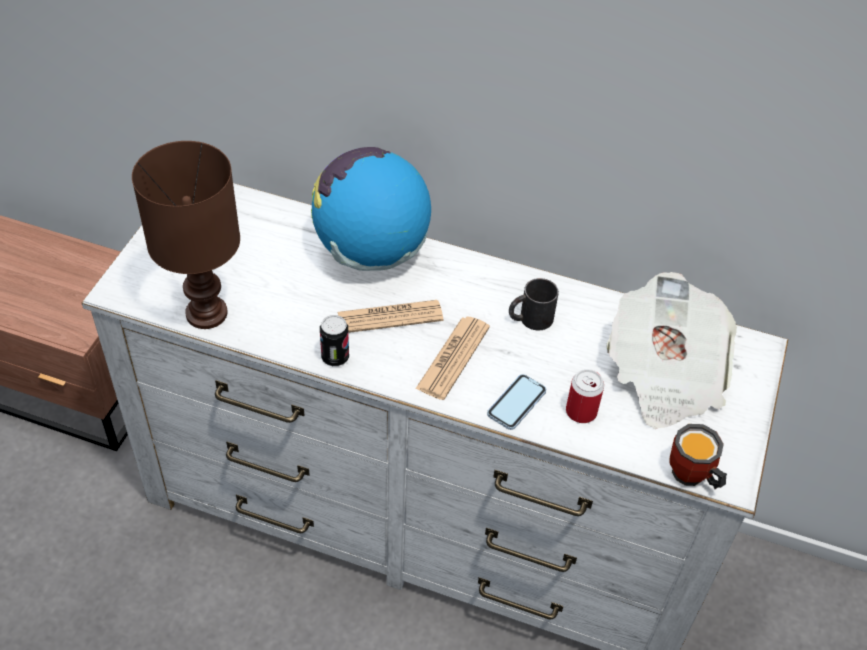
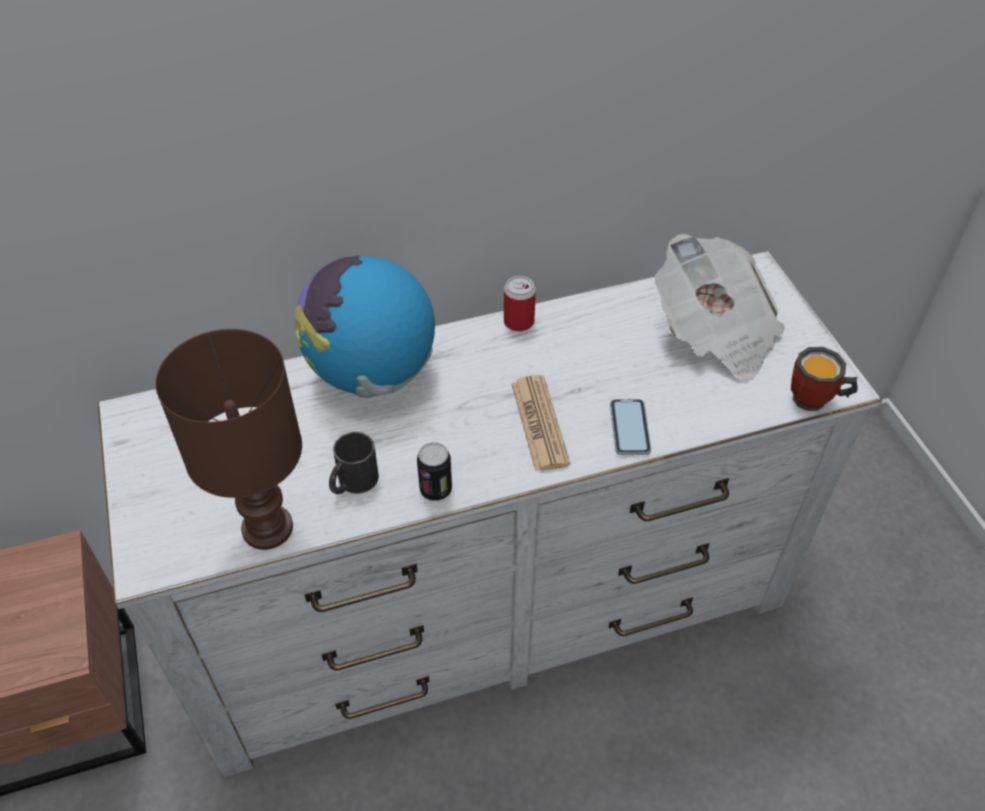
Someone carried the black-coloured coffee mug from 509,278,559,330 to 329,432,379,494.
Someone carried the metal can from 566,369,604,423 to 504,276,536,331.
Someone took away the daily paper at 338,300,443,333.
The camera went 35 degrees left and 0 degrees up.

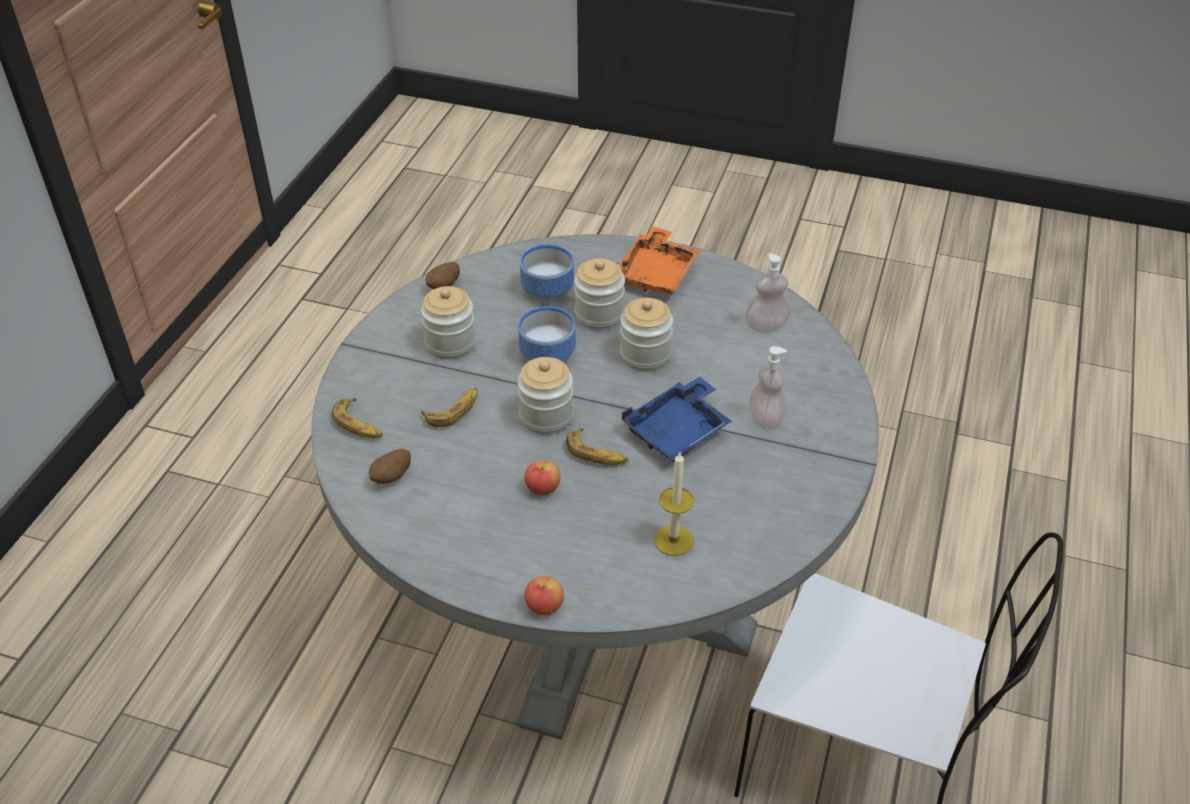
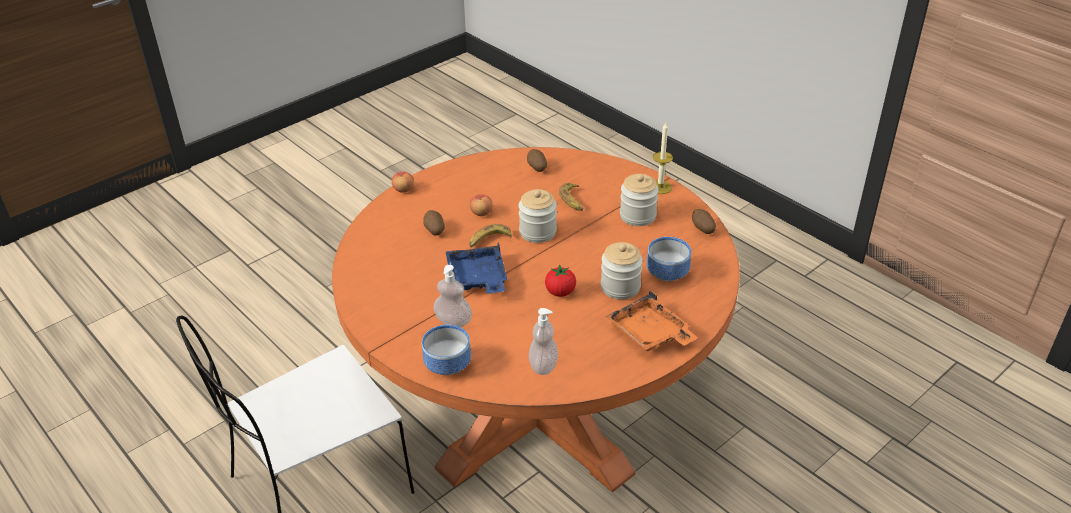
Someone repainted the gray dining table at 311,234,879,740, which became the orange-coloured dining table at 332,147,740,492.
Someone carried the deep dish from 518,306,576,361 to 422,325,471,375.
Someone put down the spud at 423,210,445,236.
Someone swapped the jar at 620,298,673,371 for the tomato at 545,264,576,297.
Someone carried the wax candle from 654,452,694,556 to 653,123,673,194.
Someone took away the banana at 332,398,383,438.
The camera went 120 degrees right and 5 degrees down.

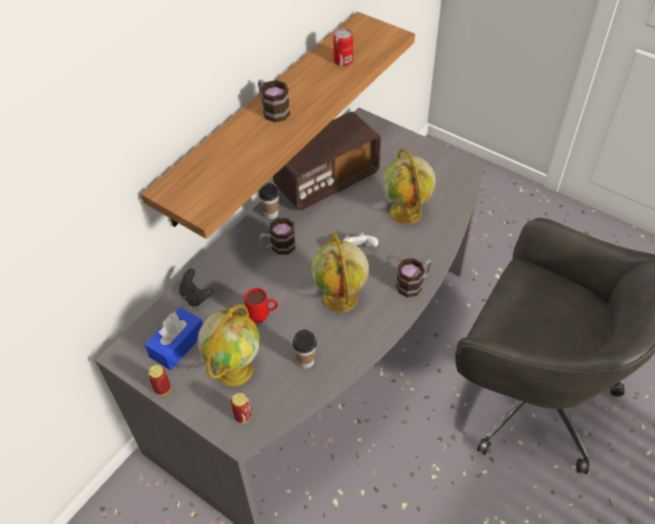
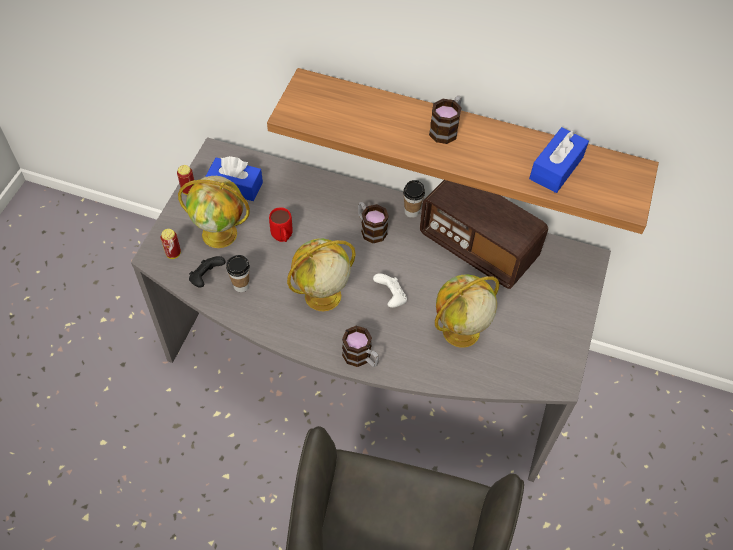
Someone carried the black-coloured gamepad from 179,269,213,306 to 189,256,225,288.
Someone swapped the metal can at 333,28,353,66 for the bluish tissue box at 529,127,589,193.
The camera went 70 degrees right and 5 degrees up.

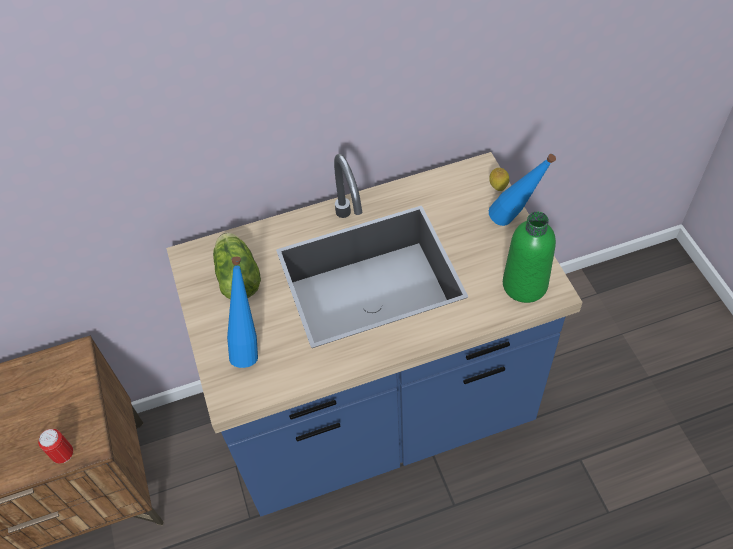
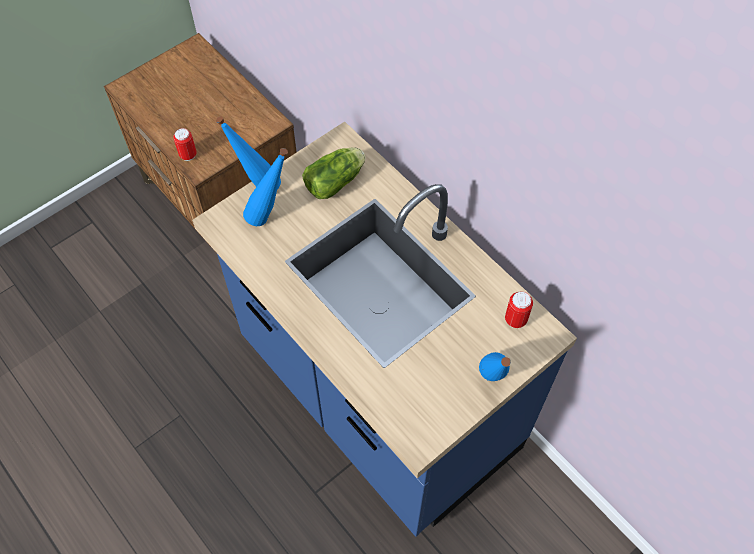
Someone put down the bluish beverage bottle at 216,116,281,190.
Someone put down the metal can at 505,291,533,328.
Someone took away the citrus fruit at 489,168,509,191.
Someone took away the green-coloured beverage bottle at 503,212,556,303.
The camera went 65 degrees right and 5 degrees up.

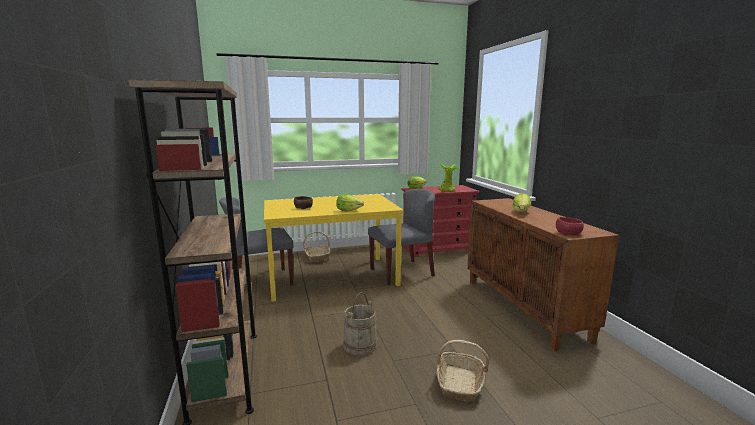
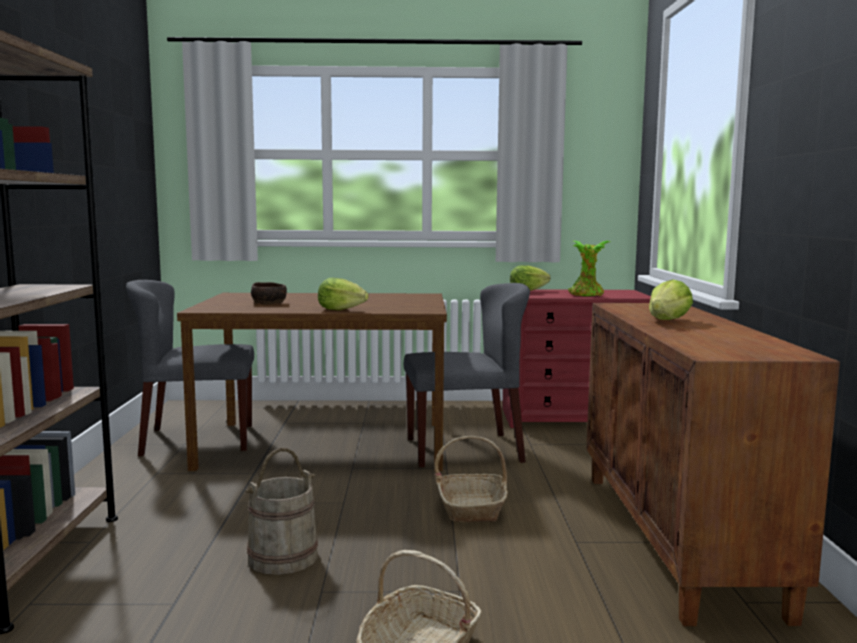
Someone repainted the yellowish dining table at 264,194,403,302, which became the brown dining table at 177,293,447,471.
Someone carried the household basket from 303,232,331,262 to 434,436,508,522.
Someone took away the red-coloured deep dish at 556,217,584,236.
The camera went 15 degrees right and 5 degrees down.

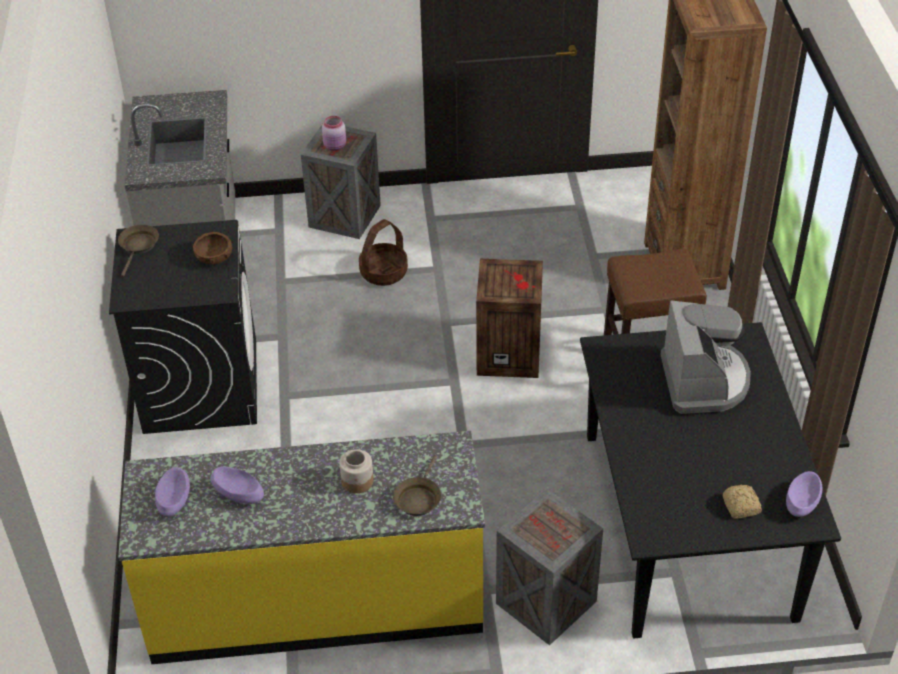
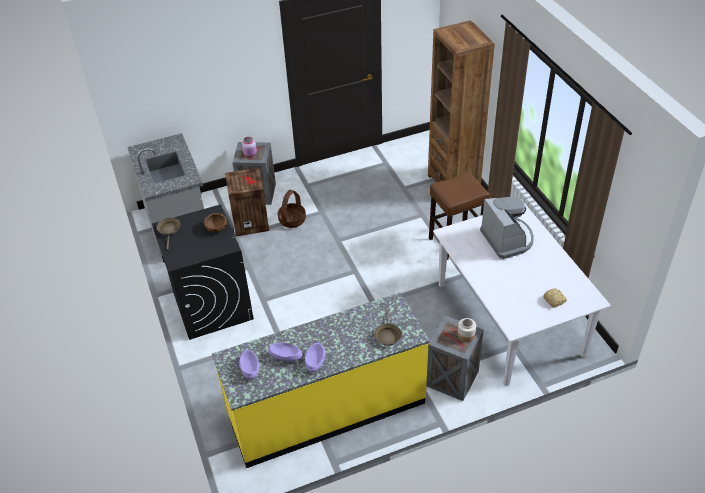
Someone carried the crate from 476,259,543,378 to 225,168,269,236.
Someone carried the purplish deep dish from 786,471,822,517 to 305,343,325,372.
Someone repainted the black-coloured dining table at 580,322,841,639, which became the whitish dining table at 433,203,611,386.
Someone carried the jar from 339,449,374,493 to 457,318,476,342.
The camera went 15 degrees left and 0 degrees up.

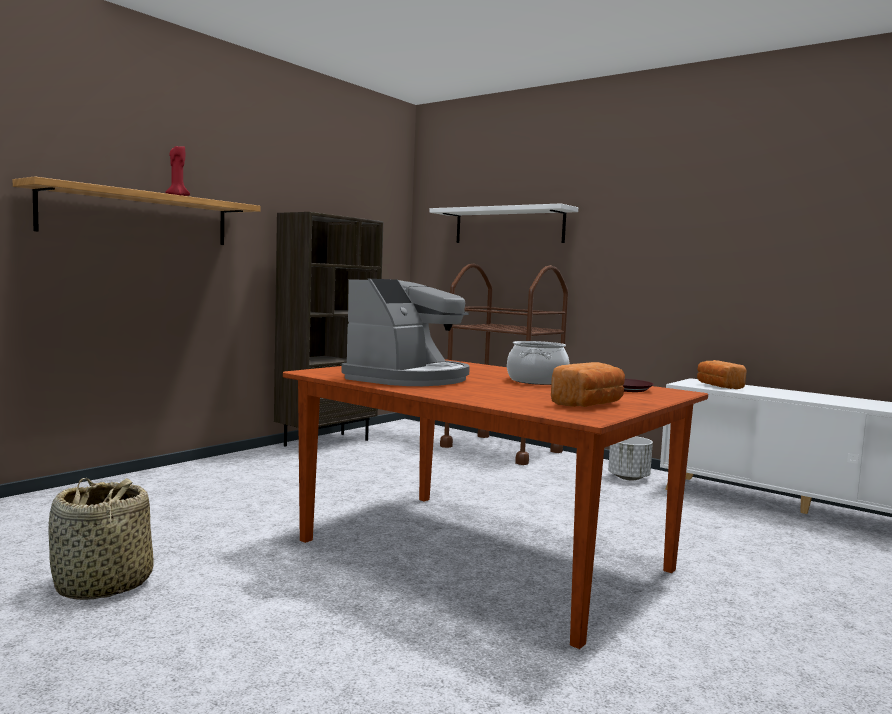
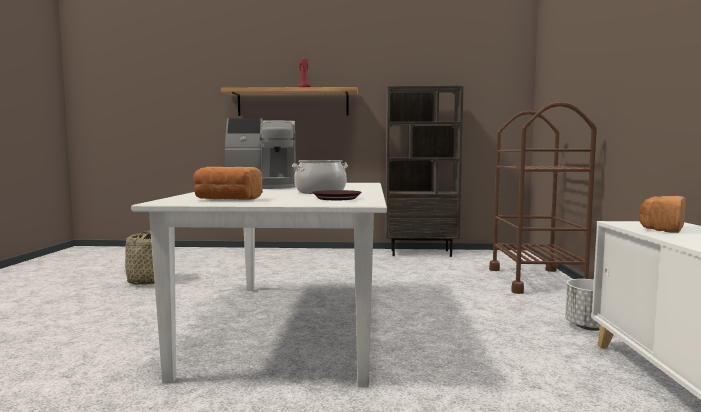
Someone repainted the brown dining table at 283,359,708,649, which became the whitish dining table at 131,183,387,388.
Someone took away the whitish bracket shelf at 429,203,578,243.
The camera went 55 degrees right and 0 degrees up.

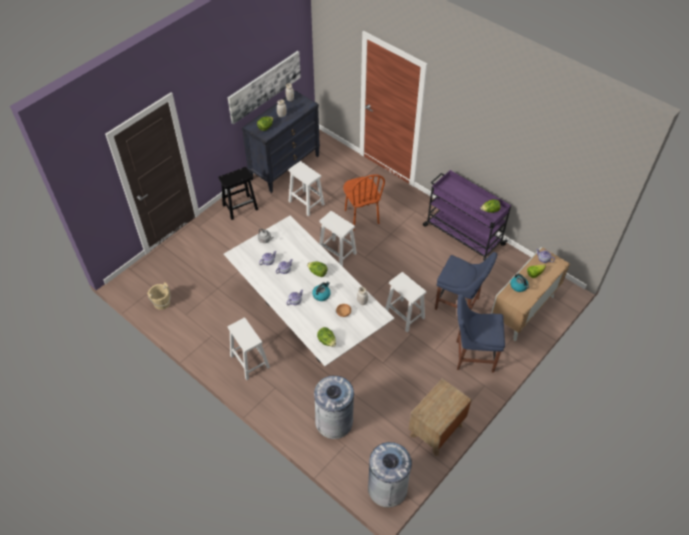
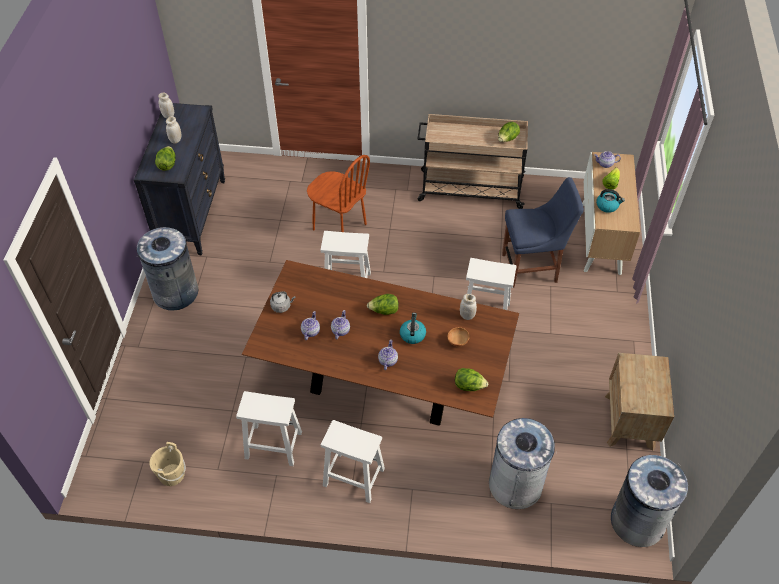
Someone swapped the black-coloured stool at 218,167,258,220 for the gray rubbish bin at 137,227,199,310.
Someone carried the whitish stool from 288,161,325,216 to 236,391,302,466.
Someone repainted the whitish dining table at 224,215,395,366, which became the brown dining table at 242,260,519,426.
Someone repainted the purplish trolley at 423,170,511,261, which became the sand-coloured trolley at 417,114,528,209.
Someone took away the picture at 228,51,301,124.
Someone took away the bluish upright chair at 456,294,505,373.
The camera went 35 degrees left and 0 degrees up.

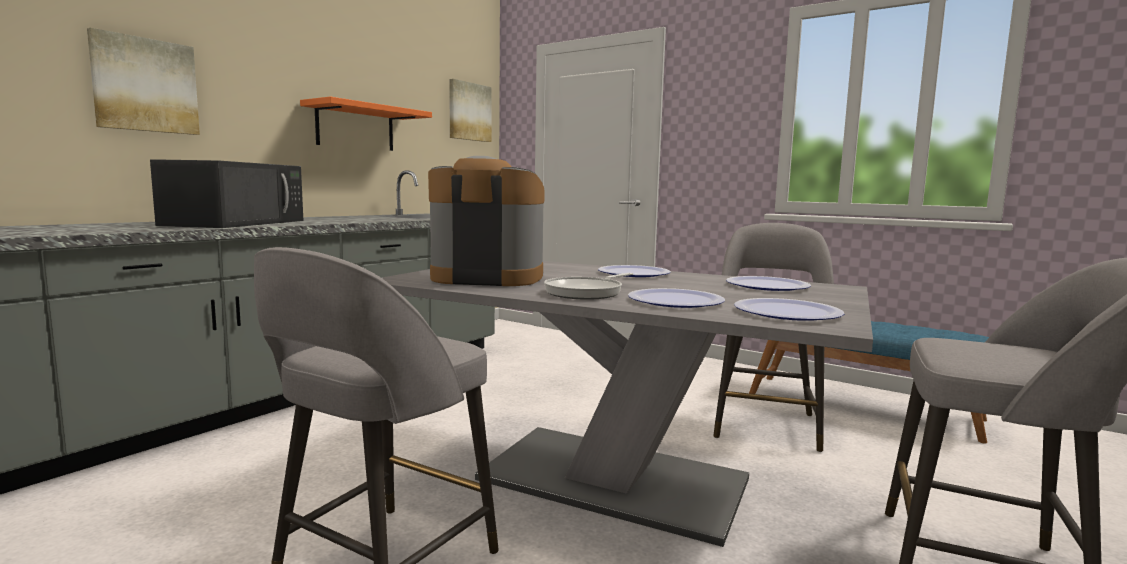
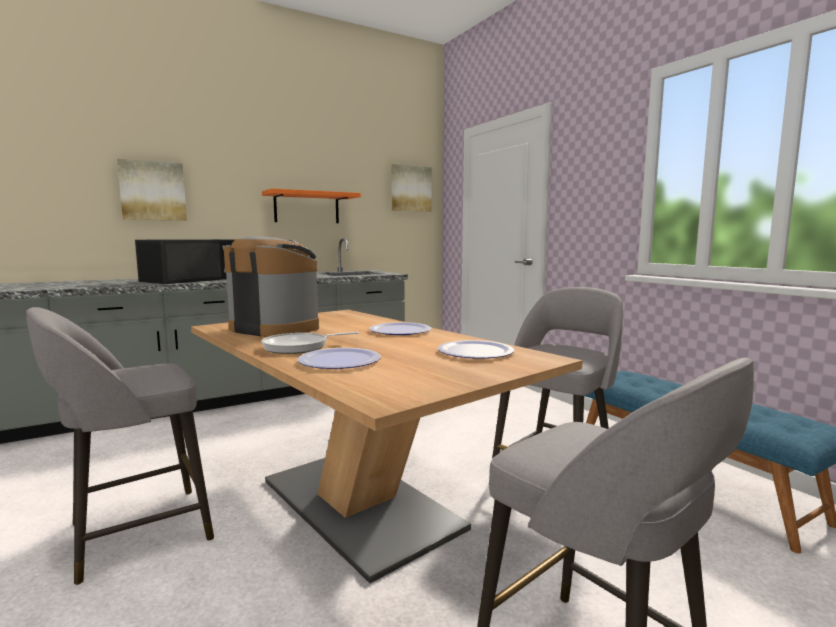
Someone repainted the gray dining table at 382,261,873,547, which became the brown dining table at 191,310,583,583.
Someone took away the plate at 734,298,844,321.
The camera went 25 degrees right and 0 degrees up.

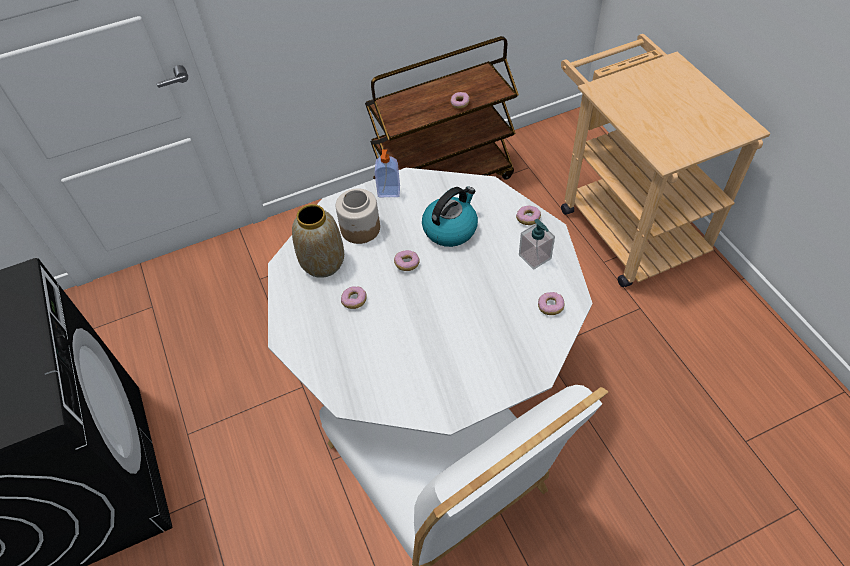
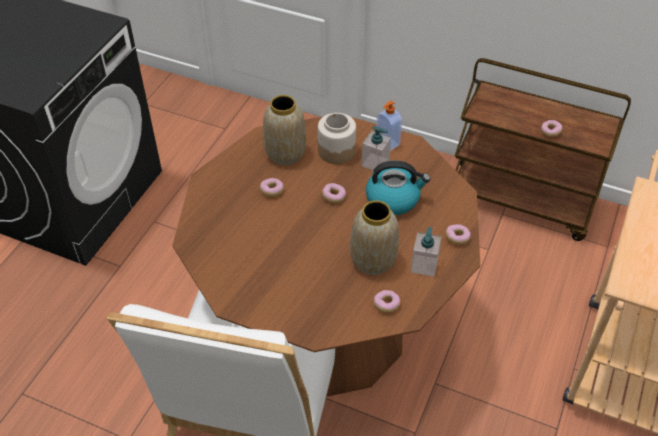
Someone repainted the whitish dining table at 268,168,592,436, which became the brown dining table at 172,117,480,397.
Someone put down the decorative vase at 350,200,399,275.
Someone put down the soap bottle at 362,126,391,170.
The camera went 45 degrees right and 5 degrees down.

